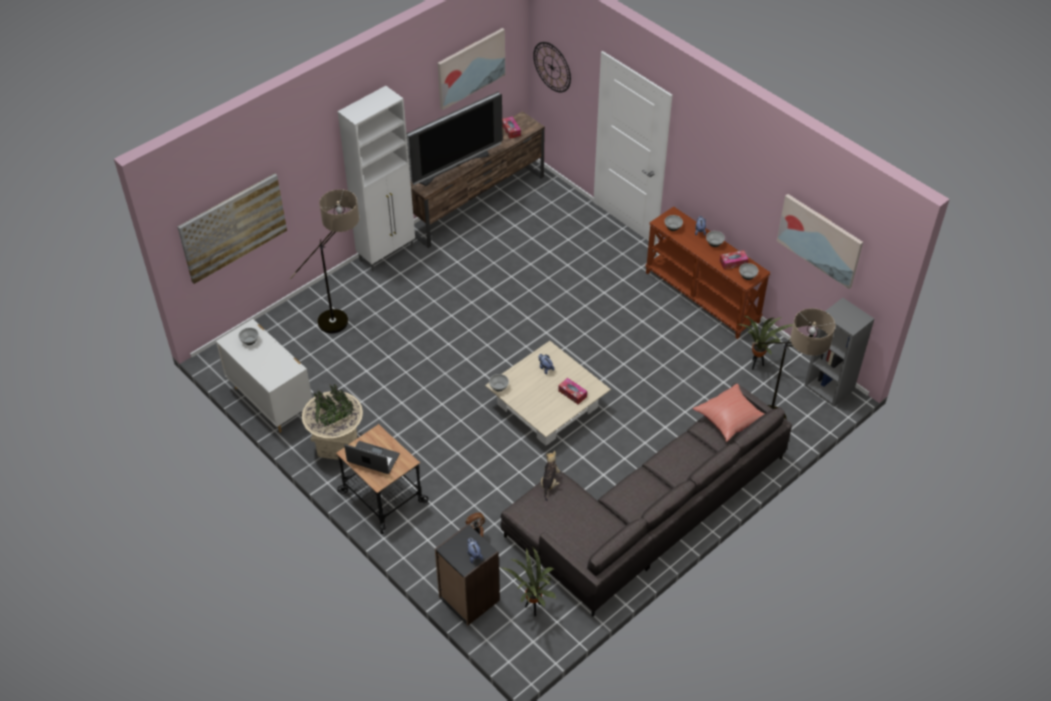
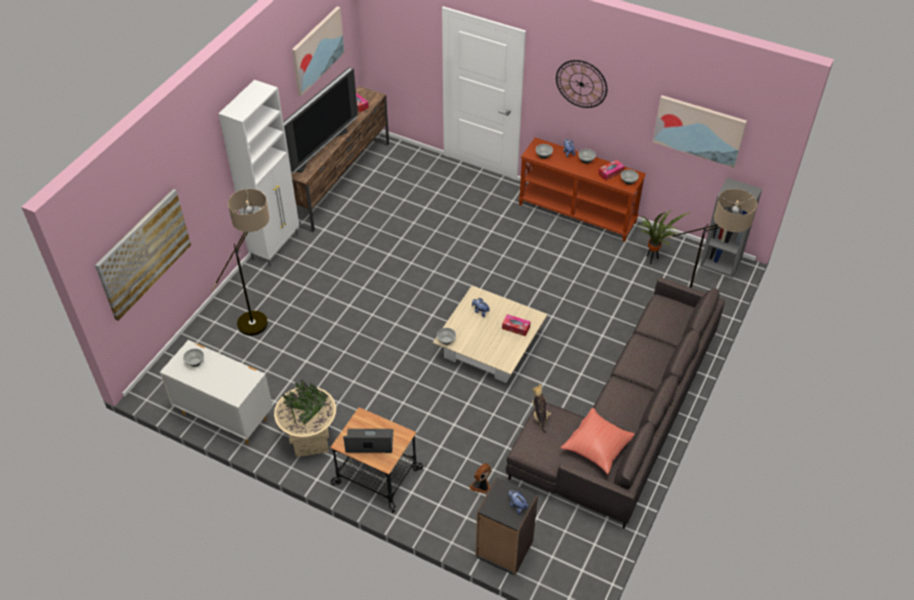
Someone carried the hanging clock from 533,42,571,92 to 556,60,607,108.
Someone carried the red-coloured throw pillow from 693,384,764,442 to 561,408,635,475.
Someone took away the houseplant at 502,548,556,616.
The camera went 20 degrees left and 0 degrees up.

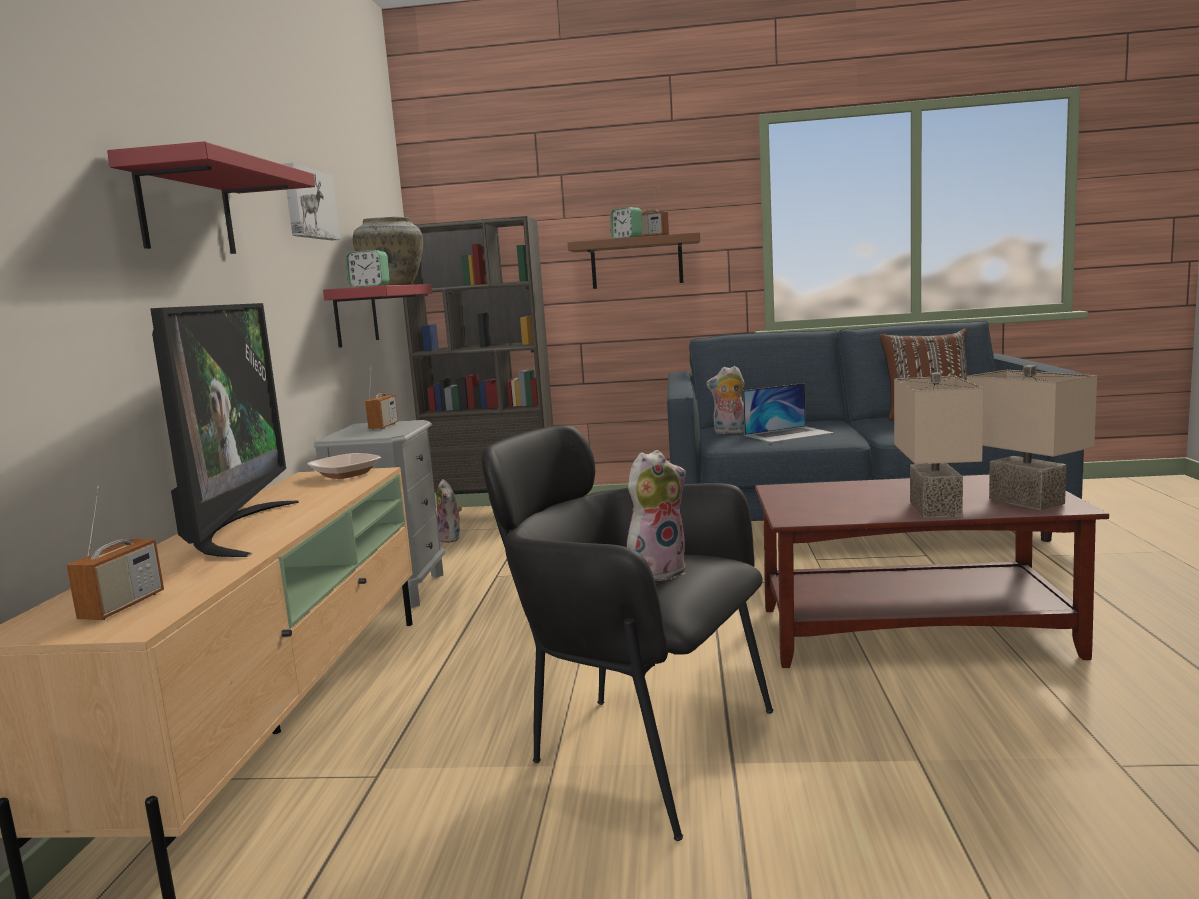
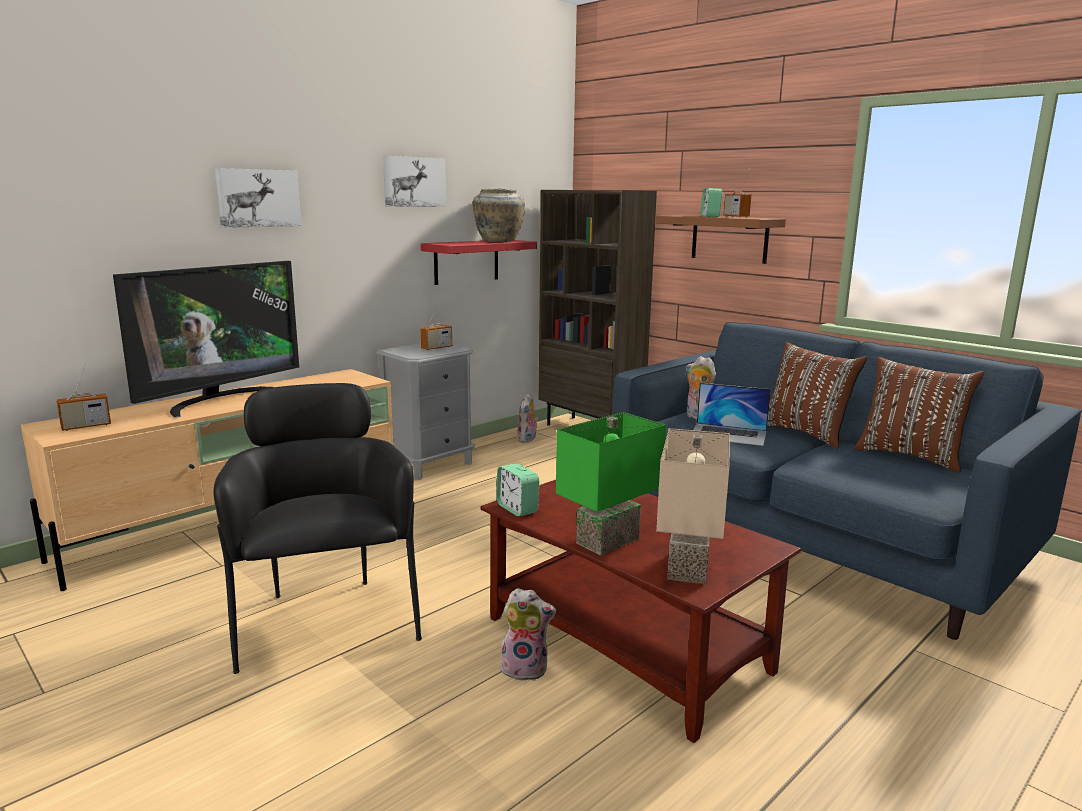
Someone swapped the red-coloured bracket shelf at 107,141,315,254 for the picture at 215,168,302,228.
Someone carried the alarm clock from 346,250,390,287 to 496,464,539,516.
Someone carried the soft toy from 627,450,686,581 to 501,588,556,681.
Someone repainted the sand-coloured tabletop lamp at 894,372,983,518, which became the green-coloured tabletop lamp at 556,412,666,555.
Someone put down the brown throw pillow at 767,342,867,449.
Someone took away the deep dish at 307,453,381,479.
The camera went 40 degrees right and 5 degrees up.

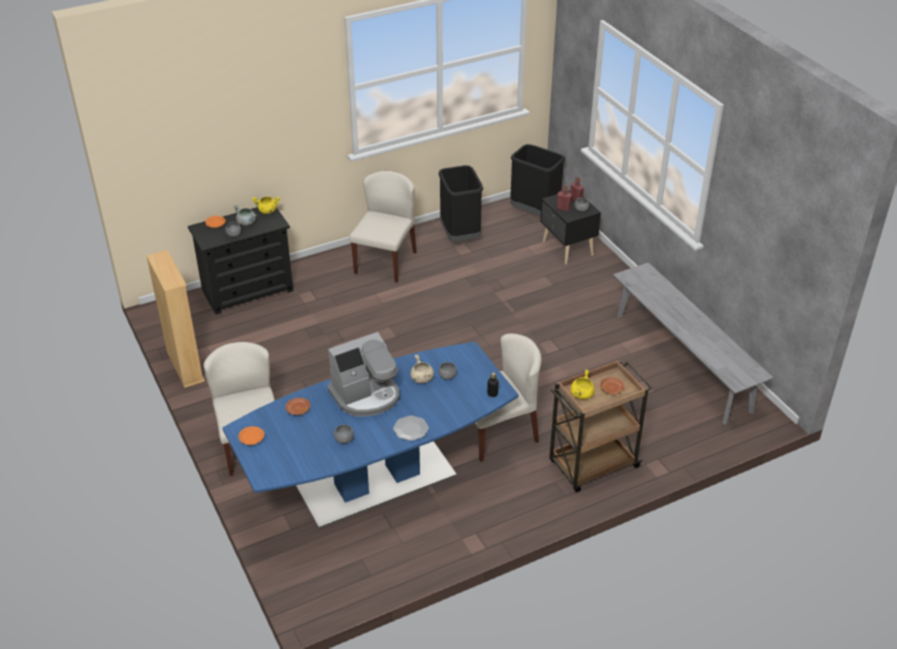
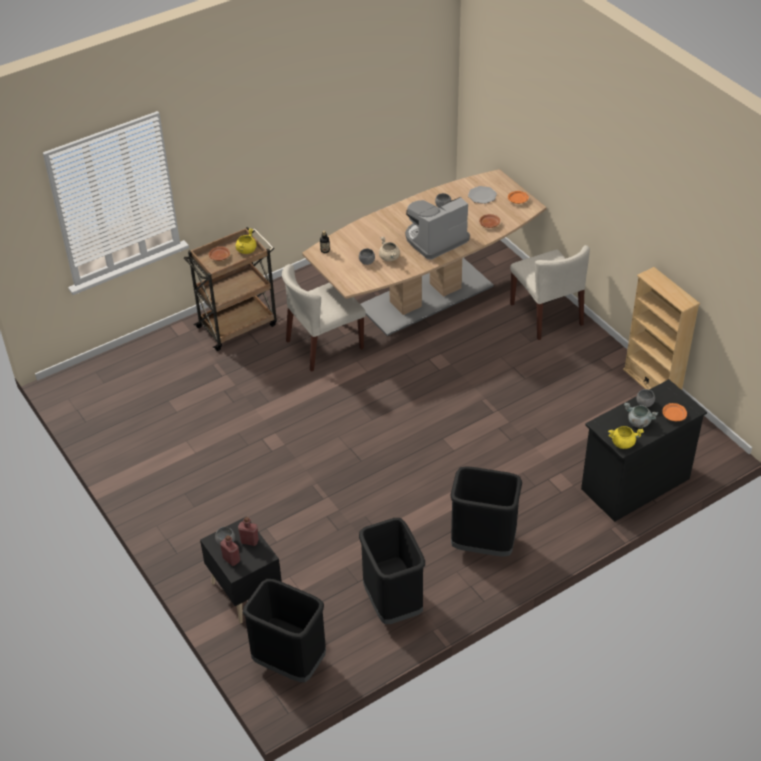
Someone repainted the bluish dining table at 222,342,519,529, which became the brown dining table at 302,169,546,336.
Someone swapped the sand-coloured upright chair at 349,171,417,283 for the black-coloured rubbish bin at 450,466,522,557.
Someone carried the plate from 393,415,429,441 to 468,186,497,204.
Someone took away the gray long seat at 613,262,774,425.
The camera went 175 degrees right and 5 degrees up.

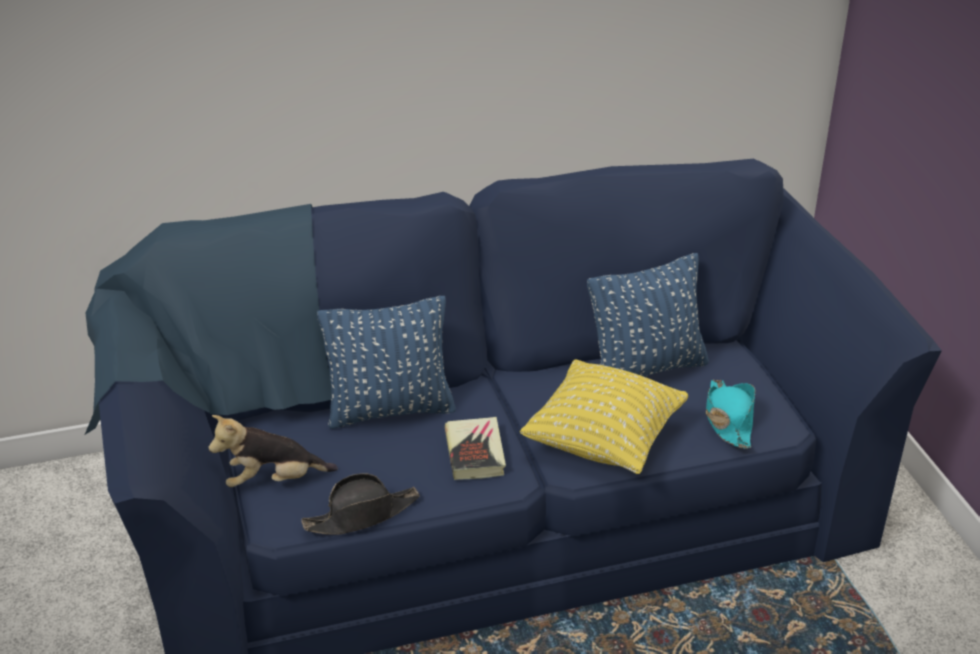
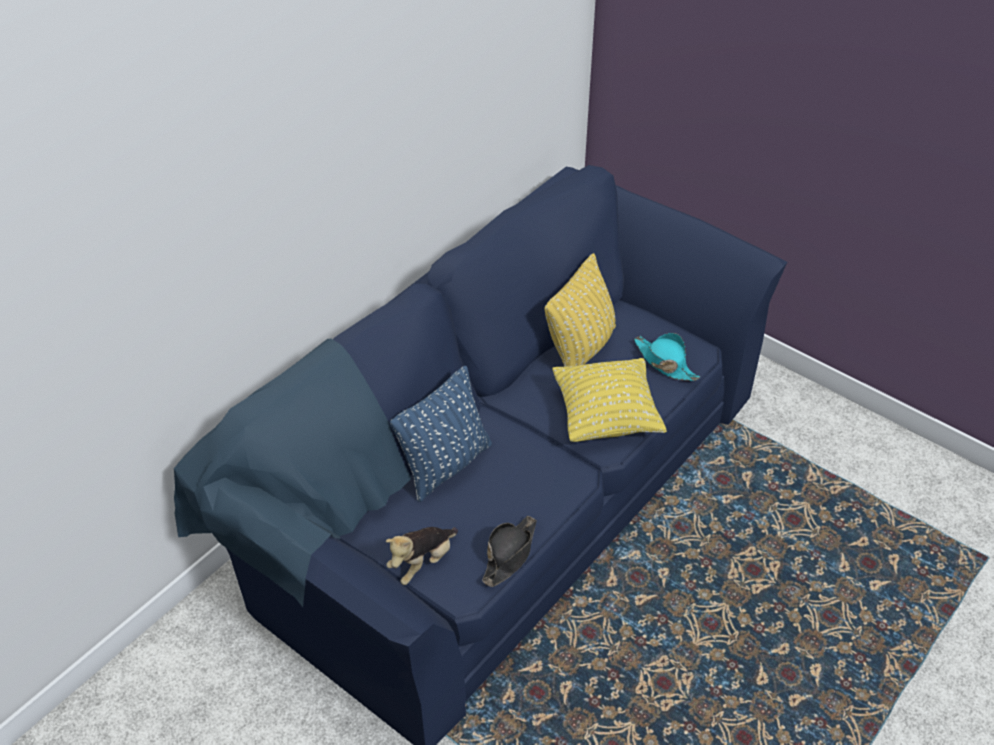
Someone repainted the bluish throw pillow at 587,253,709,377, which became the yellowish throw pillow at 544,253,616,367.
Someone took away the book at 445,417,506,480.
The camera went 35 degrees left and 10 degrees up.

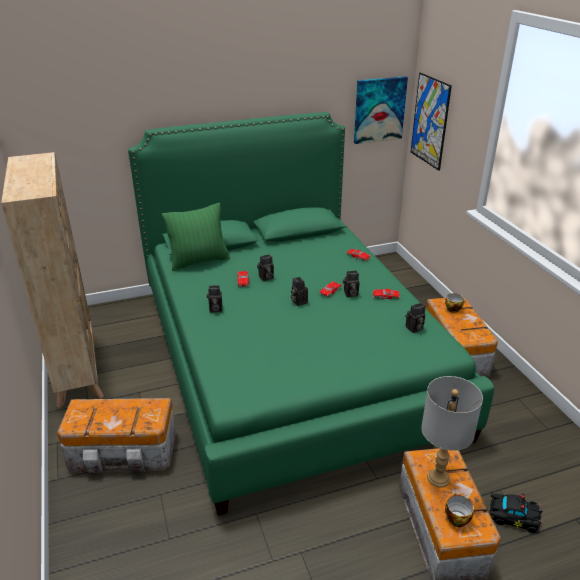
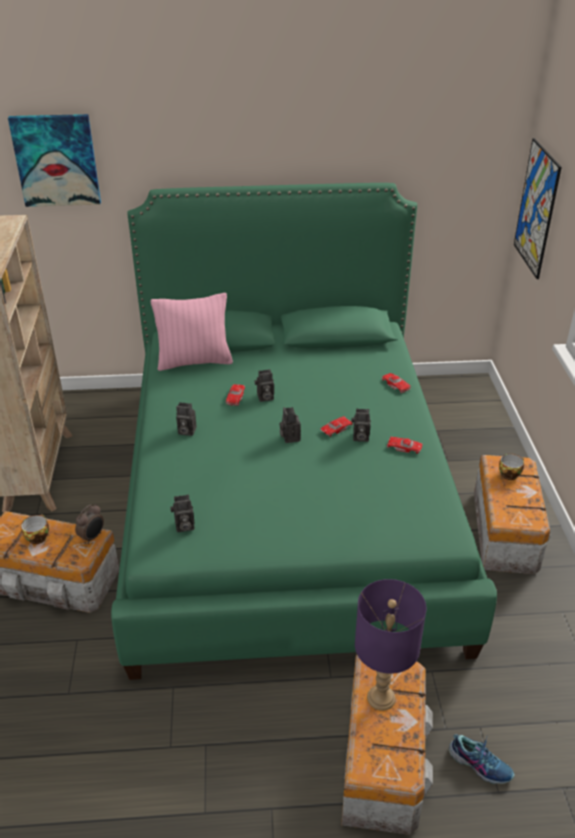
Someone carried the picture from 354,76,408,144 to 8,114,101,207.
Someone carried the small cup from 445,493,474,527 to 21,514,49,544.
Someone put down the alarm clock at 75,504,104,544.
Someone repainted the green-coloured throw pillow at 162,203,230,271, which became the pink-coloured throw pillow at 151,293,233,371.
Someone carried the still camera from 406,303,425,333 to 170,495,194,532.
Someone repainted the gray tabletop lamp at 421,376,483,488, which became the purplish tabletop lamp at 355,579,426,711.
Someone swapped the black-coloured miniature car at 490,494,543,533 for the shoe at 449,734,515,784.
The camera went 15 degrees right and 5 degrees up.

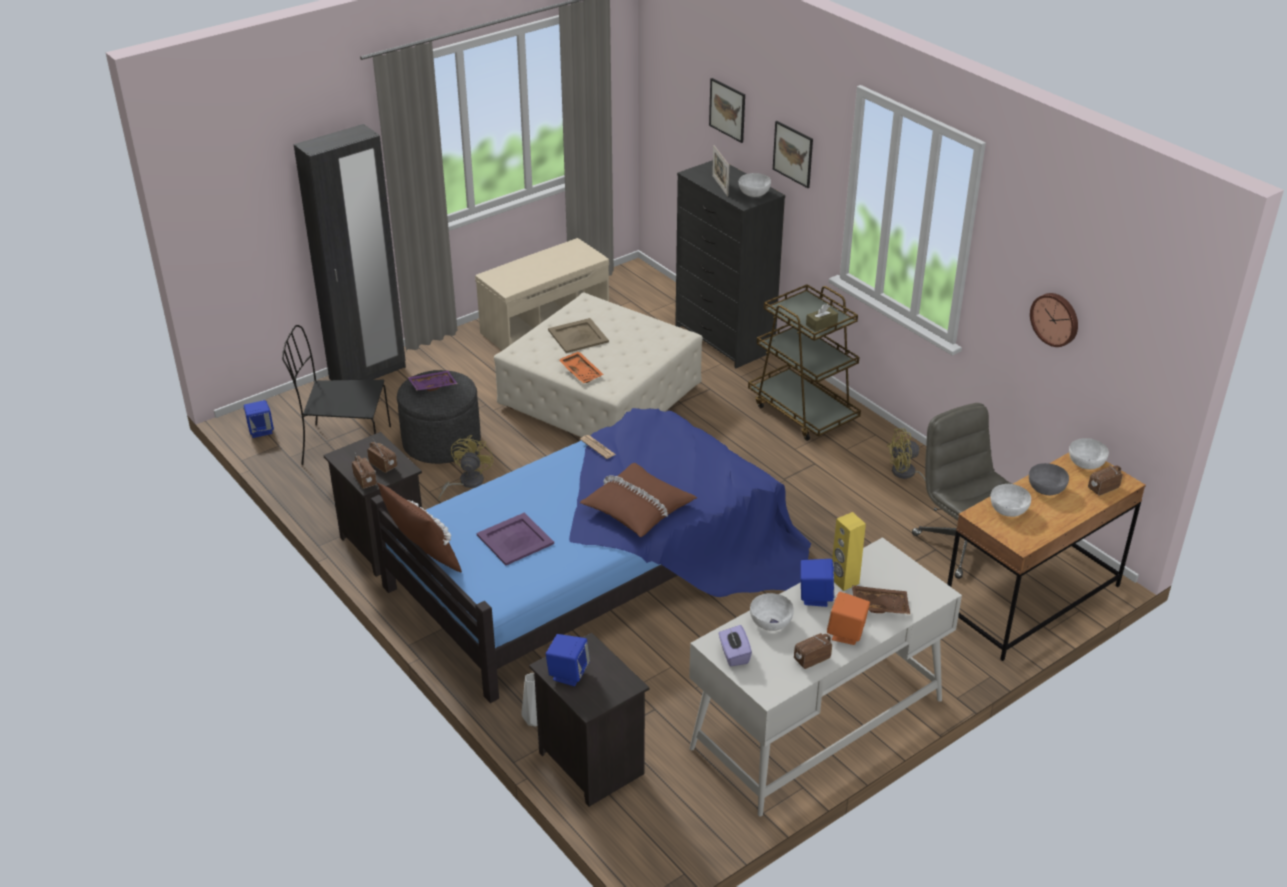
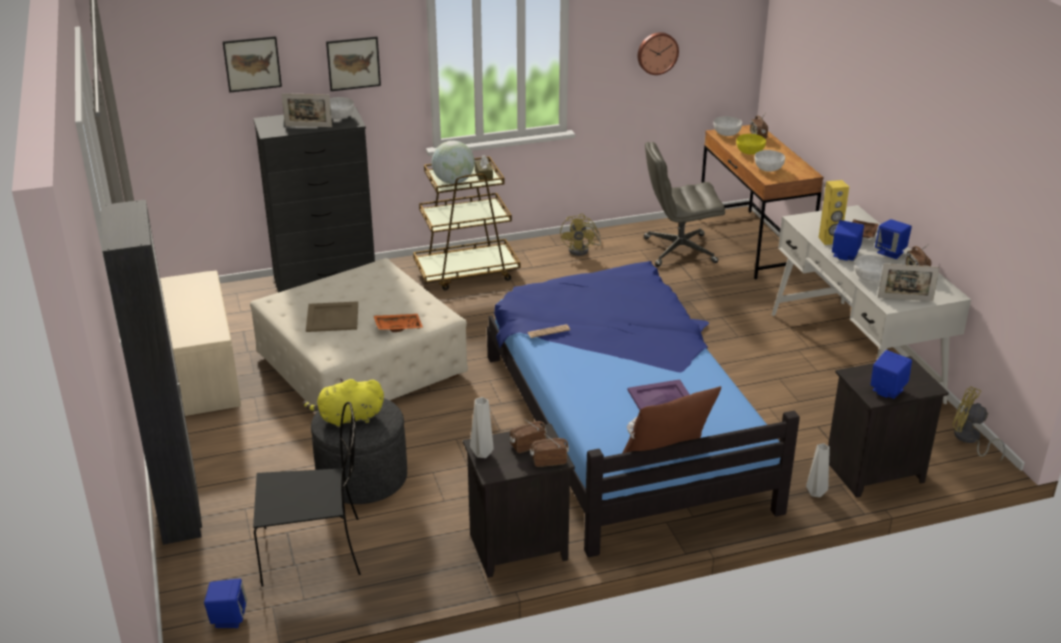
Someone rotated the black-coloured upright chair at 282,325,391,465 by 120 degrees counterclockwise.
Someone swapped the purplish carrying tray at 408,371,458,391 for the yellowish soft toy at 303,379,384,428.
Someone put down the world globe at 431,141,475,184.
Someone put down the gray decorative vase at 470,397,494,458.
Someone repainted the gray deep dish at 1029,463,1069,495, which became the yellowish deep dish at 736,134,766,155.
Someone repainted the orange-coloured loudspeaker at 827,592,870,645, which became the bluish loudspeaker at 875,219,912,259.
Someone swapped the purplish tissue box at 719,625,752,667 for the photo frame at 878,263,940,301.
Someone carried the yellowish electric fan from 438,435,494,500 to 952,386,1006,462.
Someone took away the brown throw pillow at 580,463,697,537.
The camera went 70 degrees left and 5 degrees down.

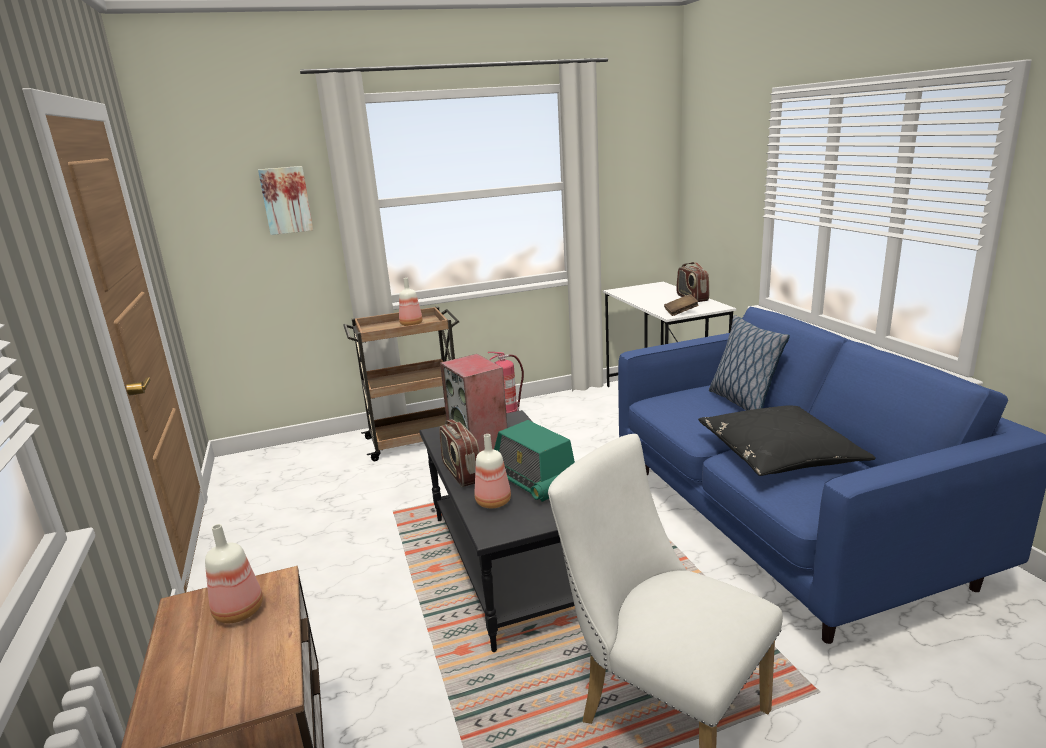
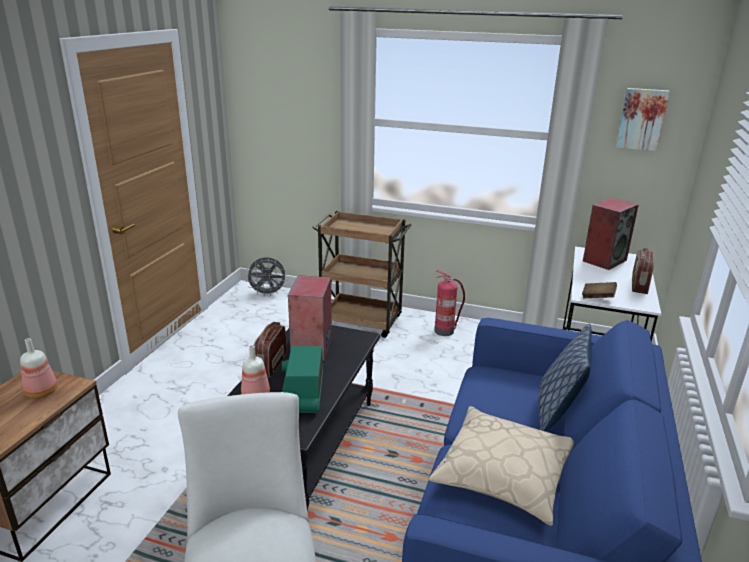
Someone put down the gray electric fan at 245,258,288,296.
Someone repainted the black-coloured throw pillow at 698,405,876,476, which became the sand-coloured throw pillow at 428,406,574,526.
Someone put down the loudspeaker at 583,198,639,270.
Someone carried the picture from 258,166,313,235 to 616,88,670,151.
Someone took away the beverage bottle at 399,278,423,326.
The camera went 35 degrees right and 5 degrees up.

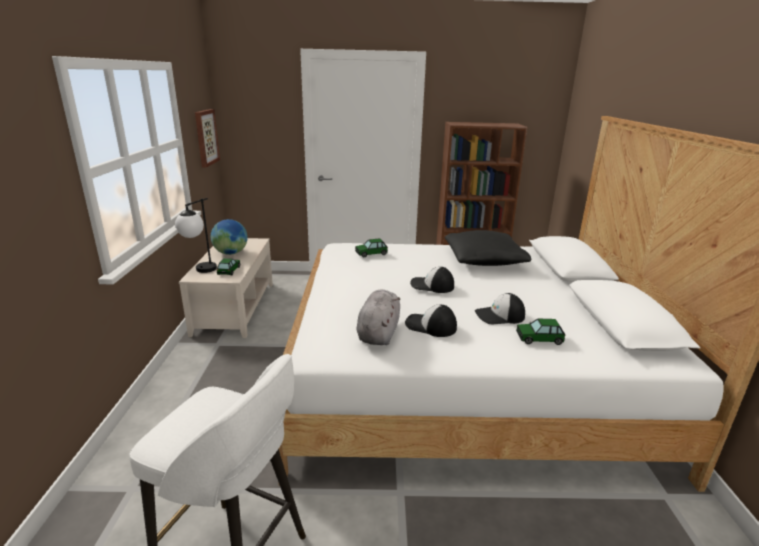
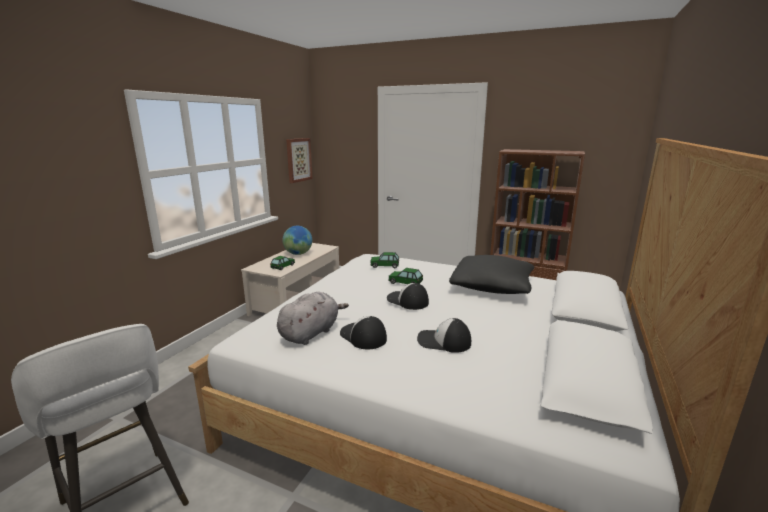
Someone carried the miniature car from 516,319,565,345 to 388,268,423,284.
Someone took away the tabletop lamp at 175,198,217,273.
The camera went 25 degrees right and 5 degrees down.

